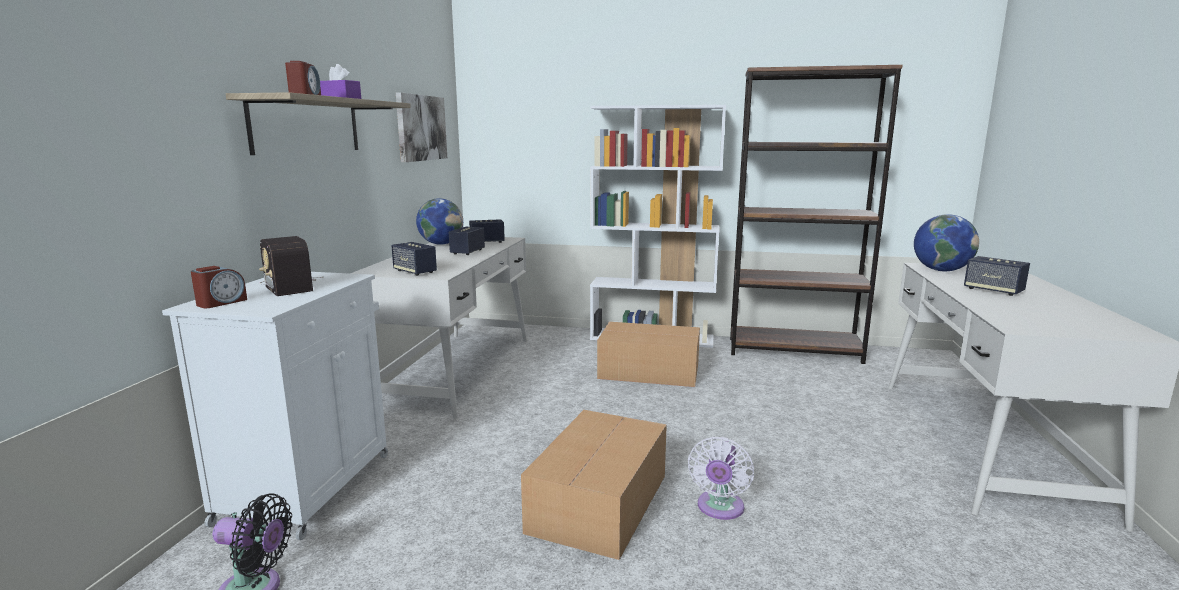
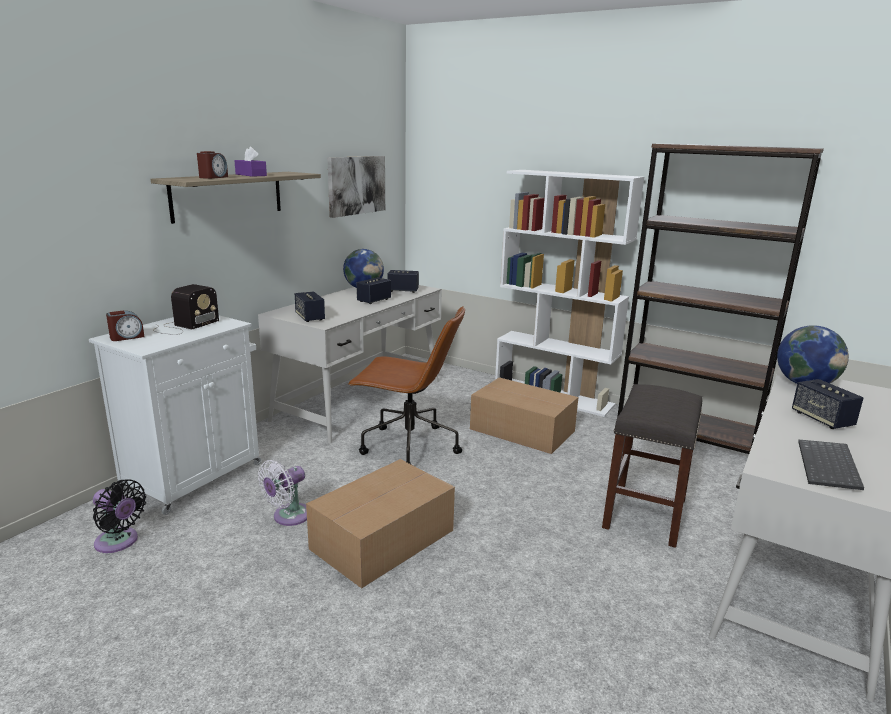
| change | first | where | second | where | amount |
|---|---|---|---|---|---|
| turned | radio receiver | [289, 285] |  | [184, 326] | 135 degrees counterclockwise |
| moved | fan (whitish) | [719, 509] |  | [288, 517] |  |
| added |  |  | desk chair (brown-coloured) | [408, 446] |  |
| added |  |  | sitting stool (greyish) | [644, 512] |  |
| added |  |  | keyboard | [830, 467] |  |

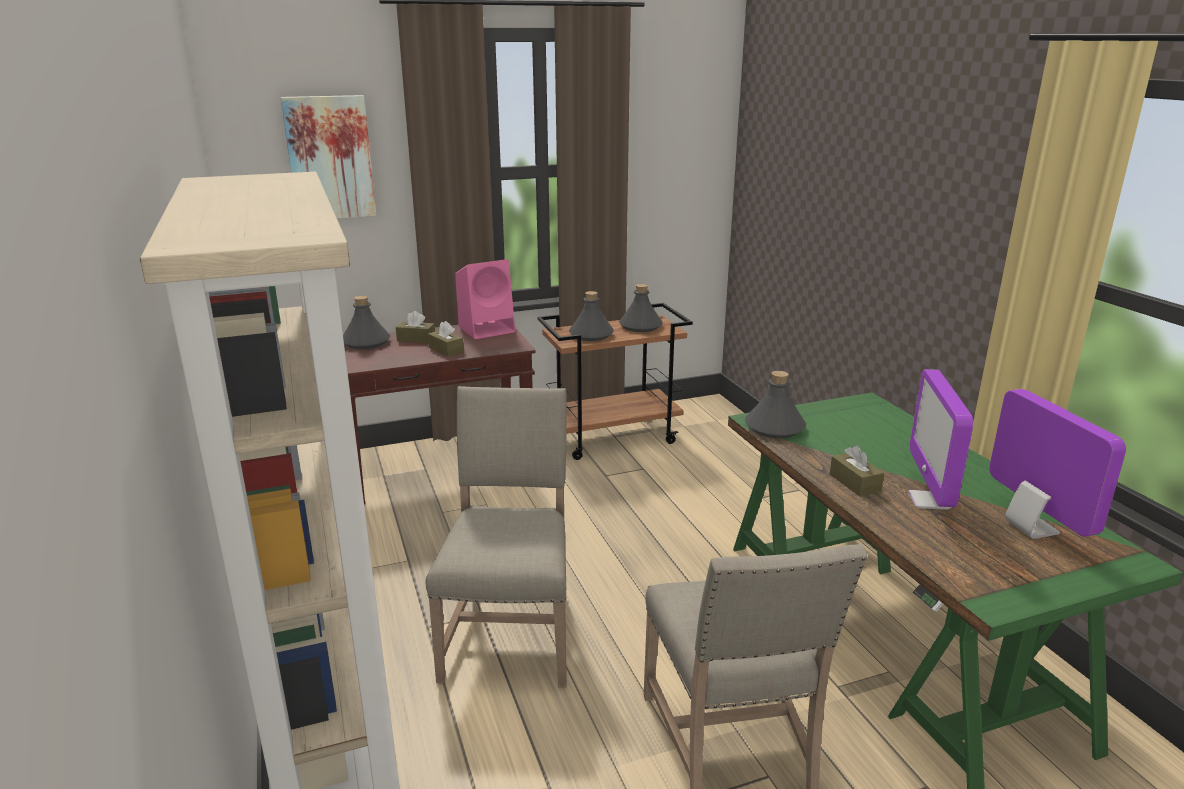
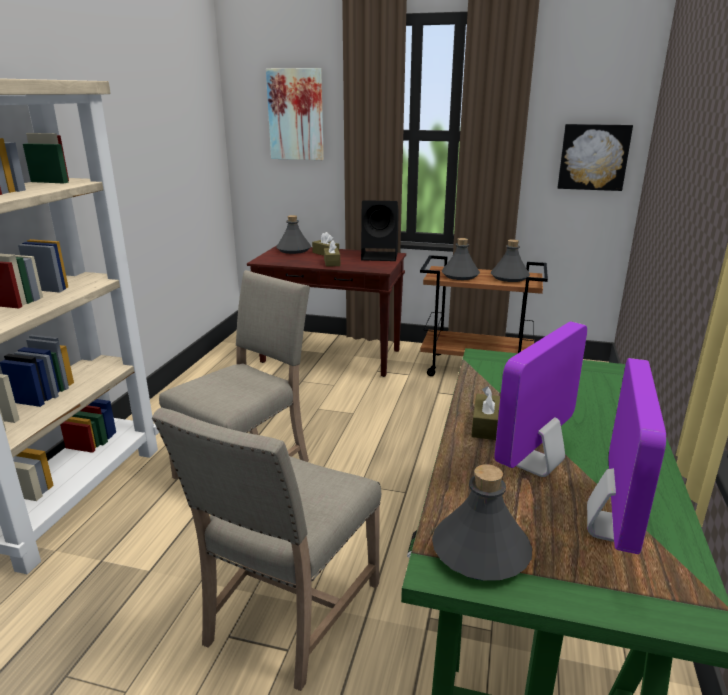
| change | first | where | second | where | amount |
|---|---|---|---|---|---|
| recoloured | speaker (pinkish) | [488, 329] | speaker (blackish) | [381, 256] |  |
| moved | drink bottle (greyish) | [775, 428] |  | [481, 552] |  |
| added |  |  | wall picture | [593, 157] |  |

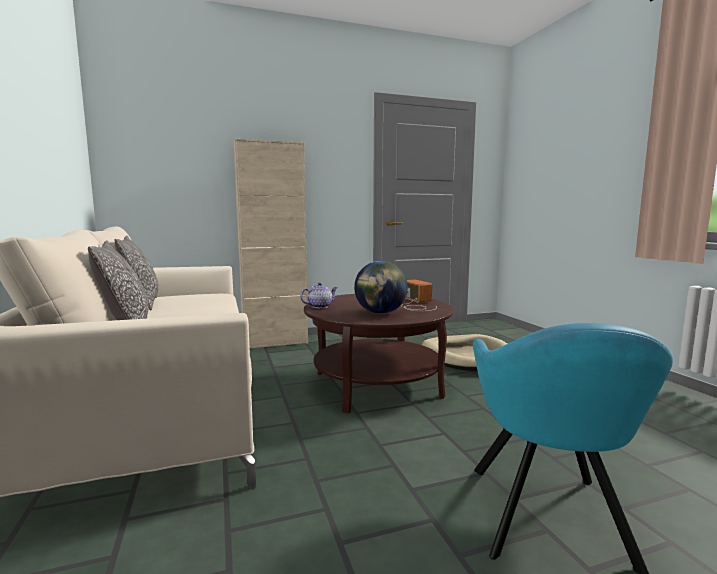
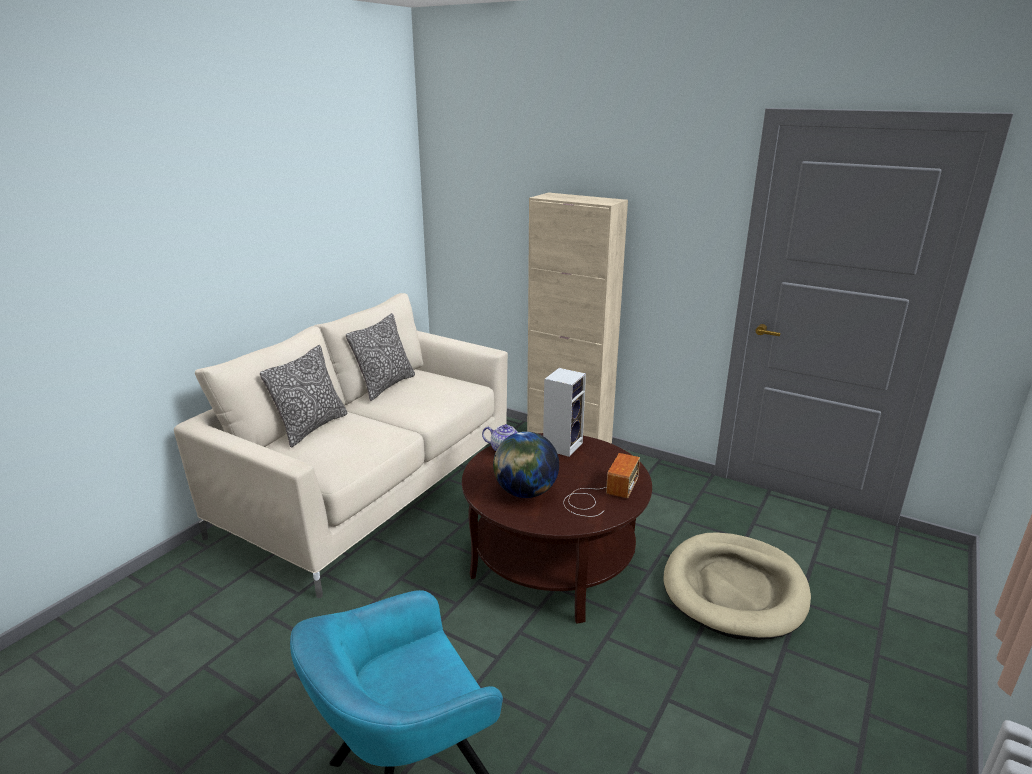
| change | first | where | second | where | amount |
|---|---|---|---|---|---|
| added |  |  | speaker | [562, 445] |  |

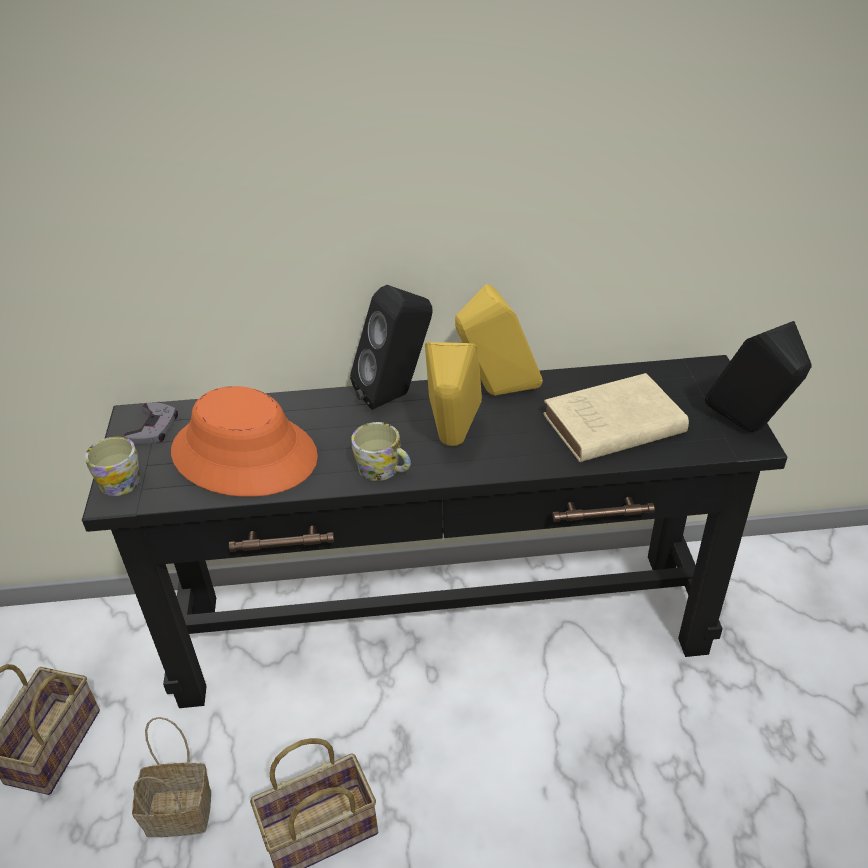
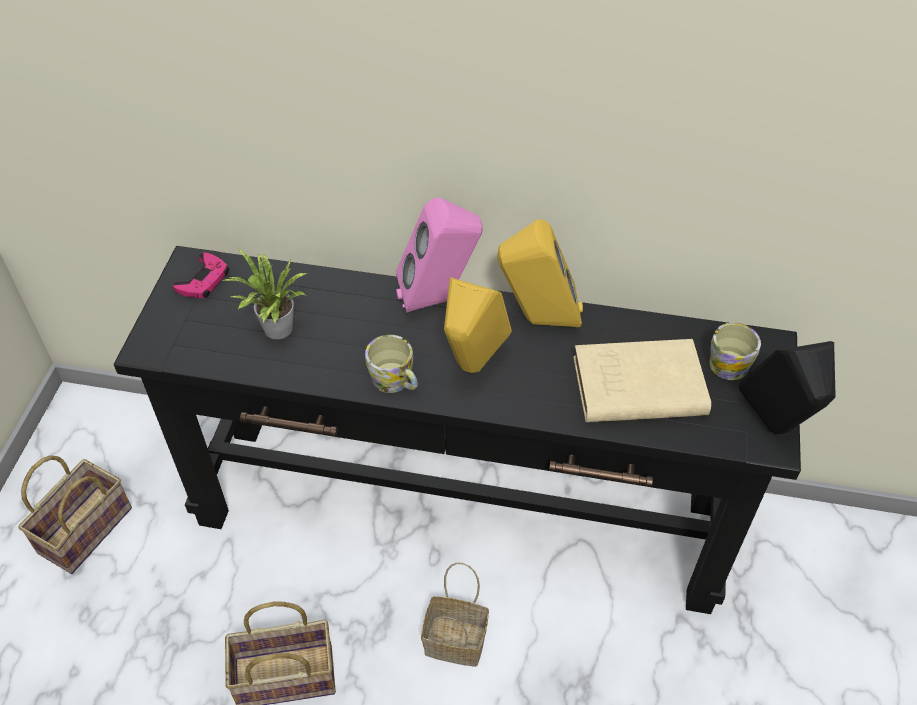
| change | first | where | second | where | amount |
|---|---|---|---|---|---|
| moved | coffee mug | [123, 478] |  | [730, 361] |  |
| recoloured | game controller (greyish) | [154, 428] | game controller (pinkish) | [203, 280] |  |
| moved | basket | [181, 811] |  | [457, 640] |  |
| replaced | hat (orange-coloured) | [245, 454] | plant in a pot | [275, 331] |  |
| recoloured | speaker (blackish) | [396, 395] | speaker (pinkish) | [439, 299] |  |

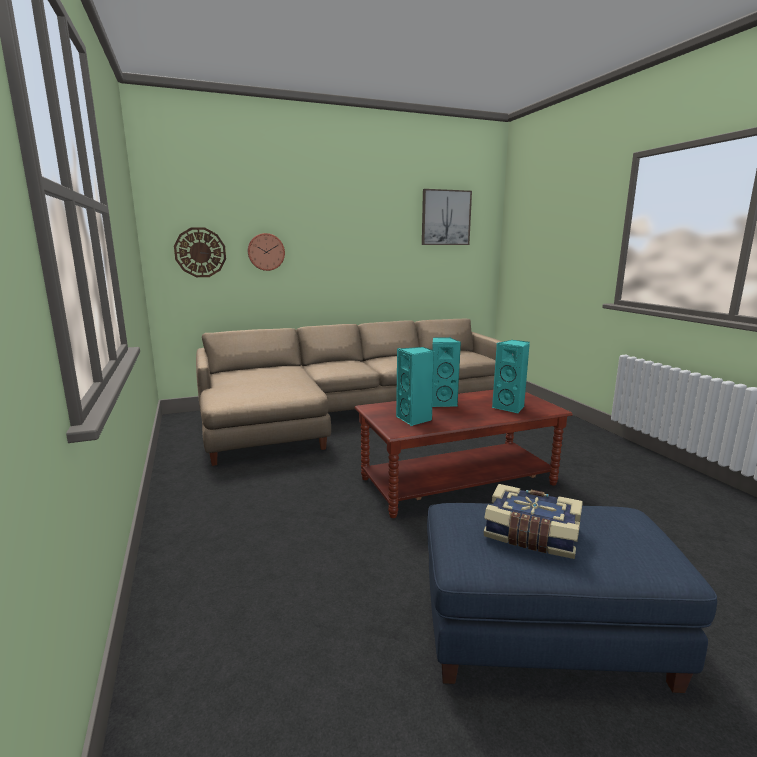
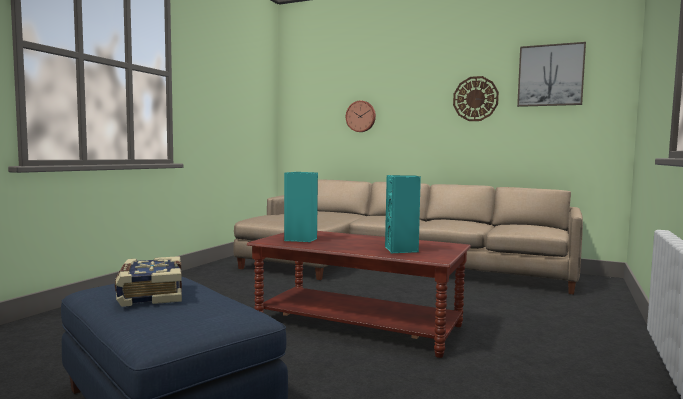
| change | first | where | second | where | amount |
|---|---|---|---|---|---|
| moved | clock on the wall | [200, 252] |  | [475, 99] |  |
| removed | speaker (turquoise) | [442, 403] |  |  |  |

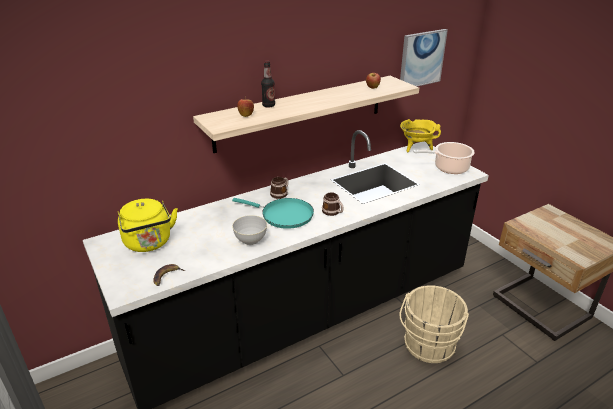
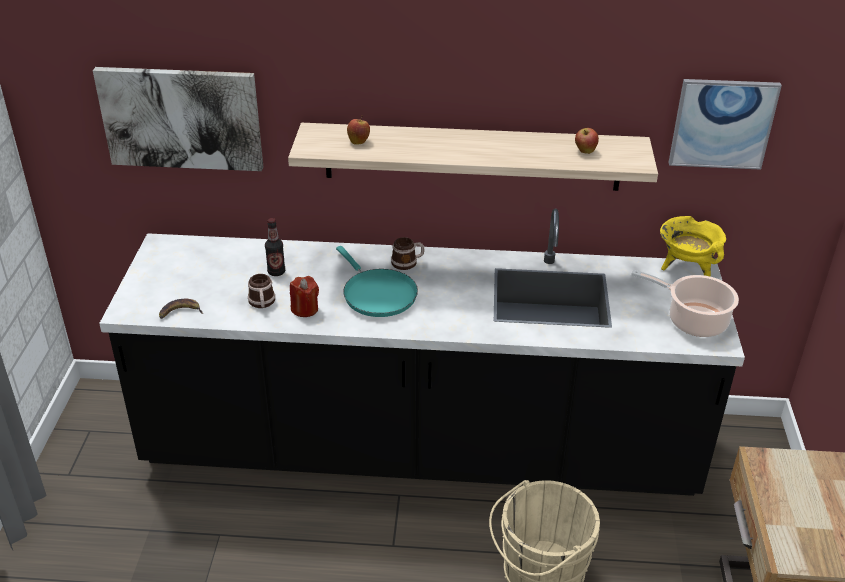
| change | first | where | second | where | amount |
|---|---|---|---|---|---|
| removed | tea kettle (yellowish) | [149, 243] |  |  |  |
| replaced | deep dish (greyish) | [250, 240] | wax candle (red-coloured) | [305, 309] |  |
| moved | drink bottle | [268, 105] |  | [276, 272] |  |
| moved | coffee mug | [333, 212] |  | [262, 303] |  |
| added |  |  | wall picture | [181, 118] |  |

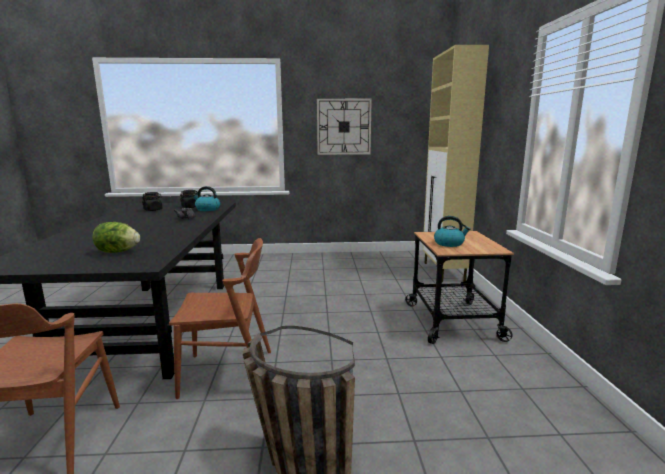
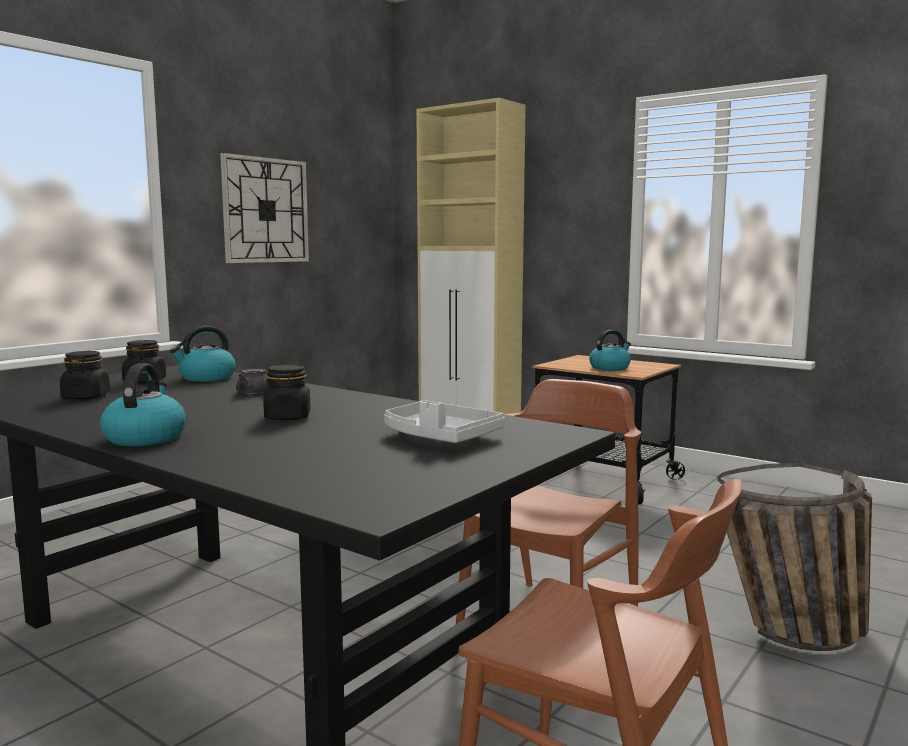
| change | first | where | second | where | amount |
|---|---|---|---|---|---|
| replaced | lettuce | [117, 252] | serving tray (greyish) | [440, 437] |  |
| added |  |  | tea kettle | [145, 438] |  |
| added |  |  | jar (blackish) | [288, 417] |  |

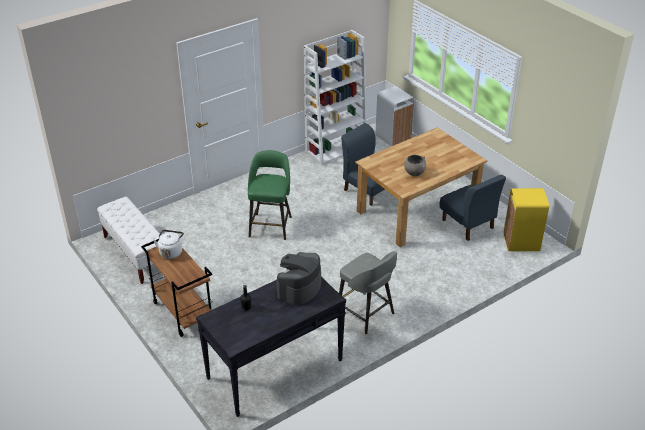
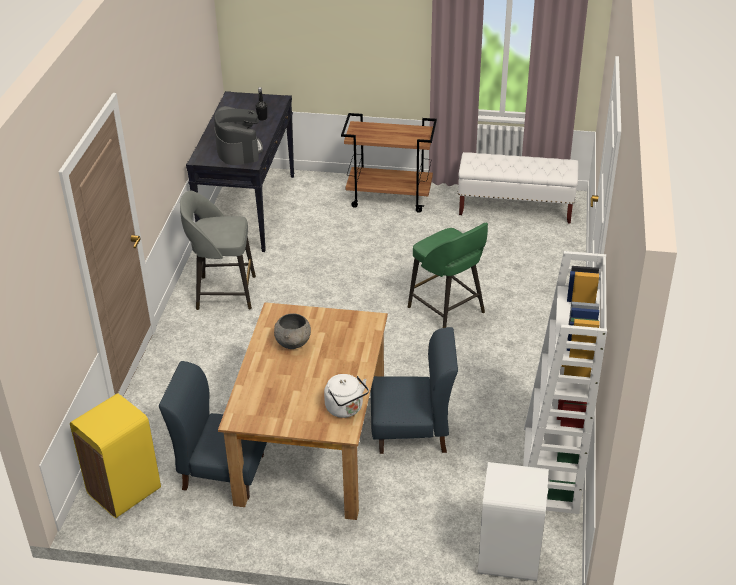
| change | first | where | second | where | amount |
|---|---|---|---|---|---|
| moved | tea kettle (whitish) | [171, 251] |  | [346, 409] |  |

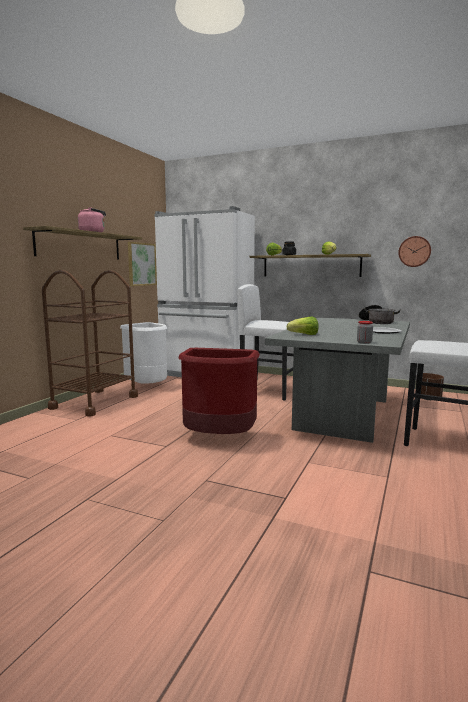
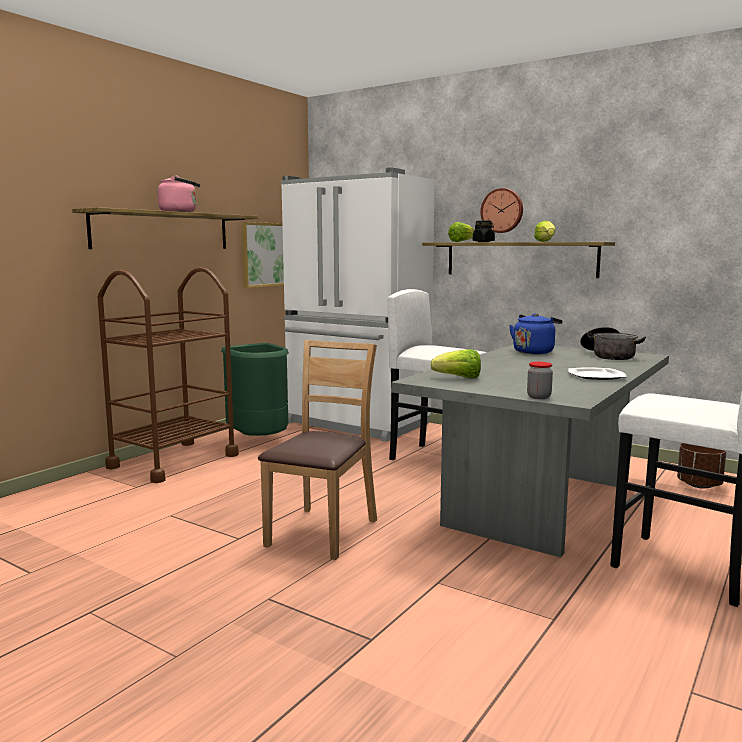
| change | first | where | second | where | amount |
|---|---|---|---|---|---|
| recoloured | trash can (whitish) | [147, 387] | trash can (greenish) | [260, 440] |  |
| replaced | trash can (red-coloured) | [219, 438] | upright chair (brown-coloured) | [322, 532] |  |
| moved | clock on the wall | [414, 251] |  | [502, 210] |  |
| added |  |  | tea kettle (blue-coloured) | [534, 352] |  |

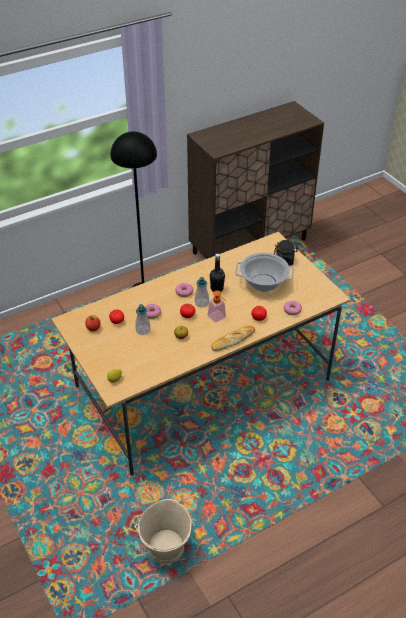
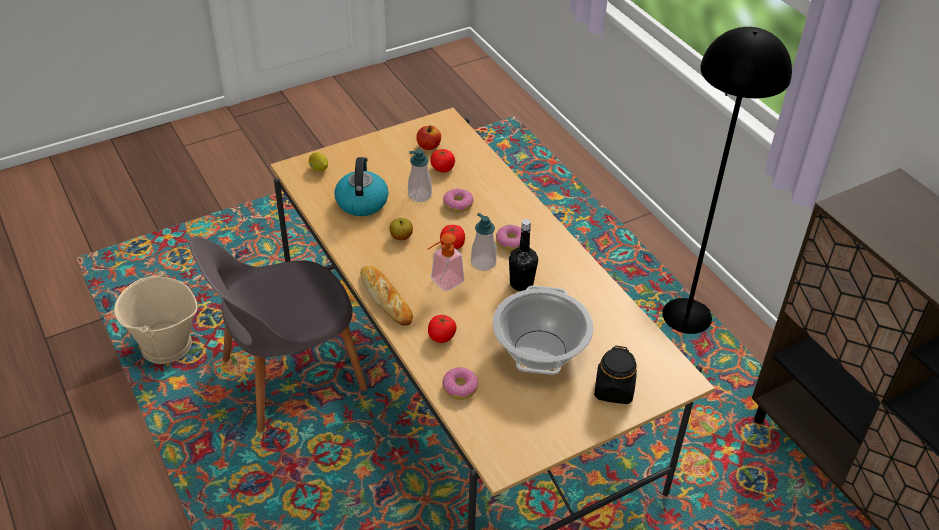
| change | first | where | second | where | amount |
|---|---|---|---|---|---|
| added |  |  | upright chair (greyish) | [289, 376] |  |
| added |  |  | tea kettle | [361, 201] |  |

